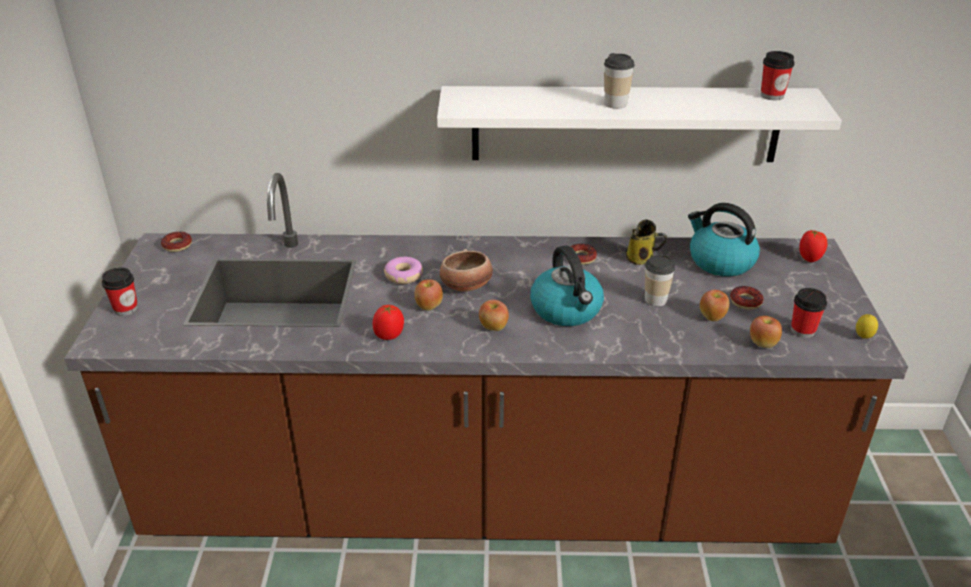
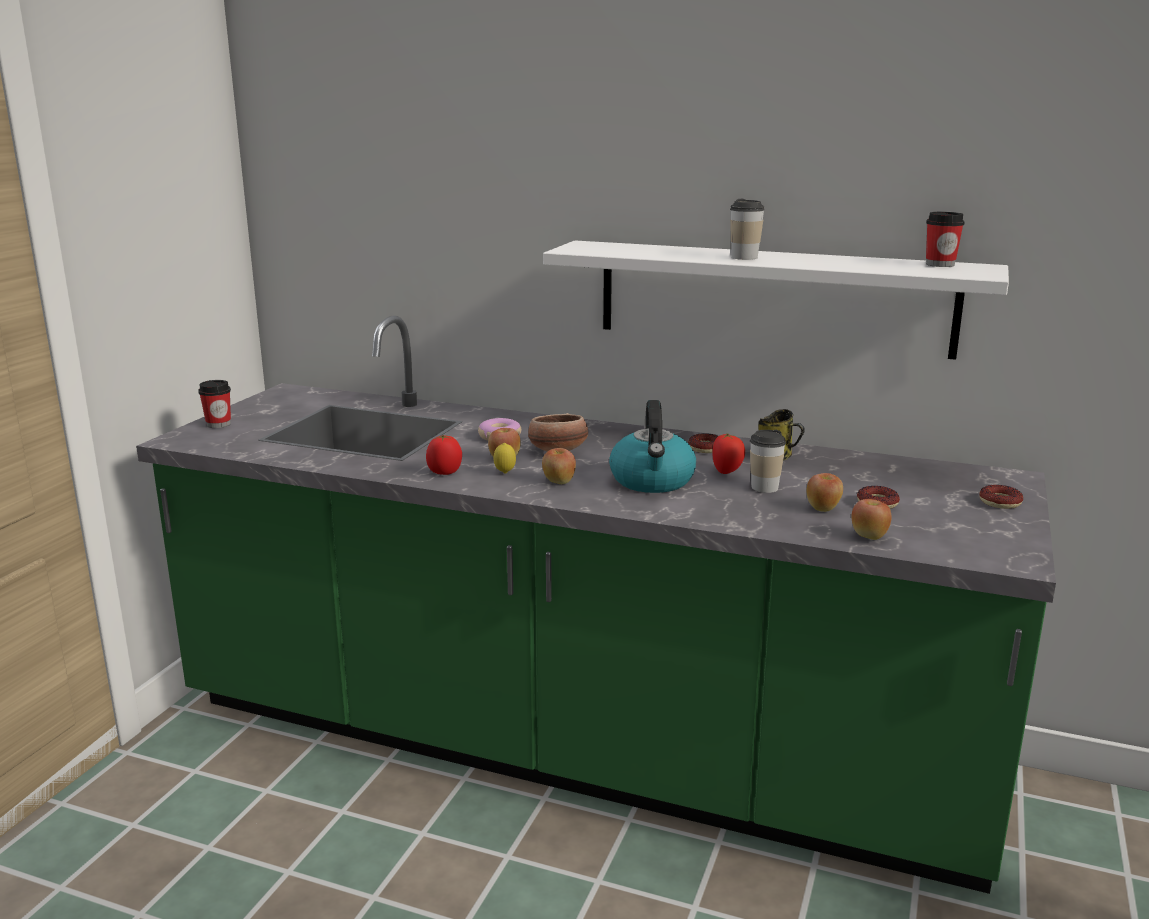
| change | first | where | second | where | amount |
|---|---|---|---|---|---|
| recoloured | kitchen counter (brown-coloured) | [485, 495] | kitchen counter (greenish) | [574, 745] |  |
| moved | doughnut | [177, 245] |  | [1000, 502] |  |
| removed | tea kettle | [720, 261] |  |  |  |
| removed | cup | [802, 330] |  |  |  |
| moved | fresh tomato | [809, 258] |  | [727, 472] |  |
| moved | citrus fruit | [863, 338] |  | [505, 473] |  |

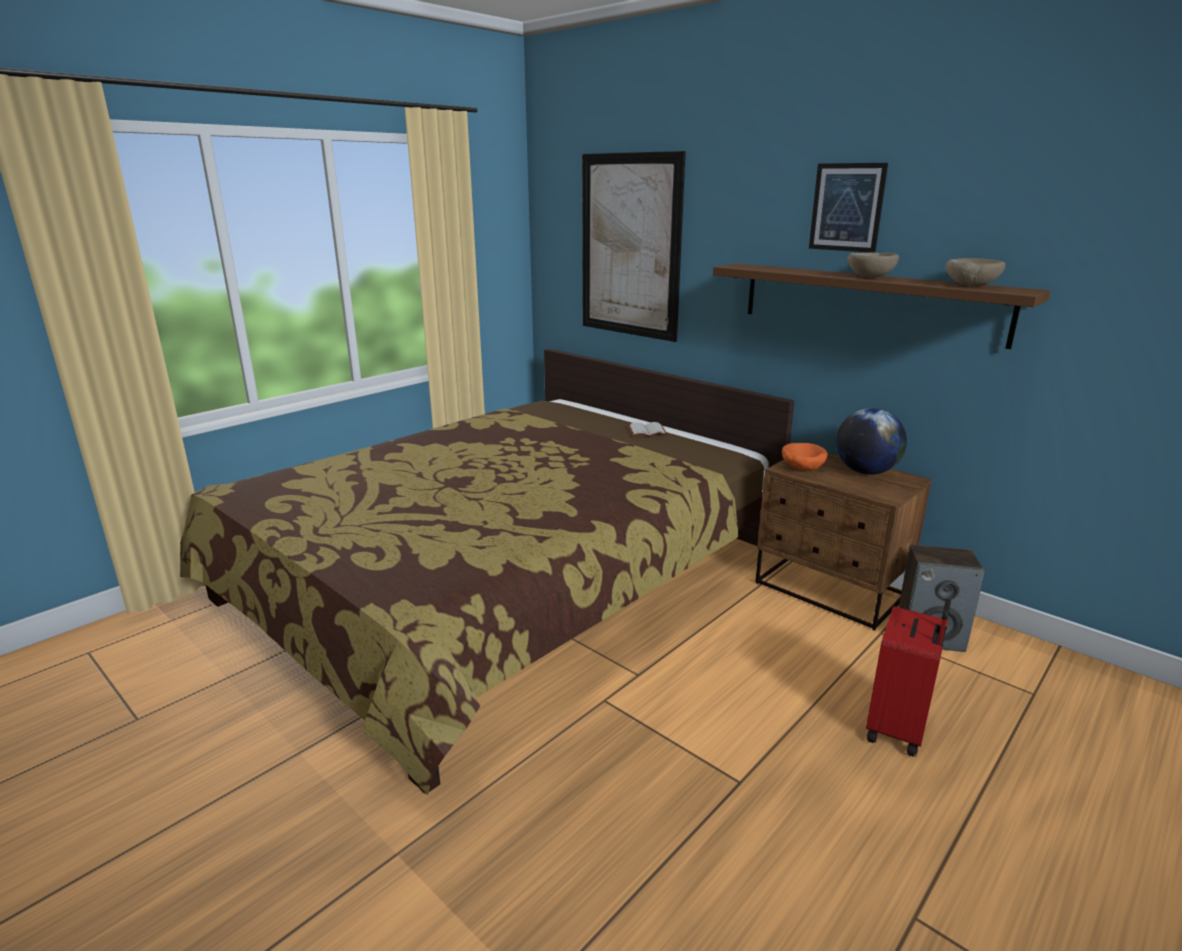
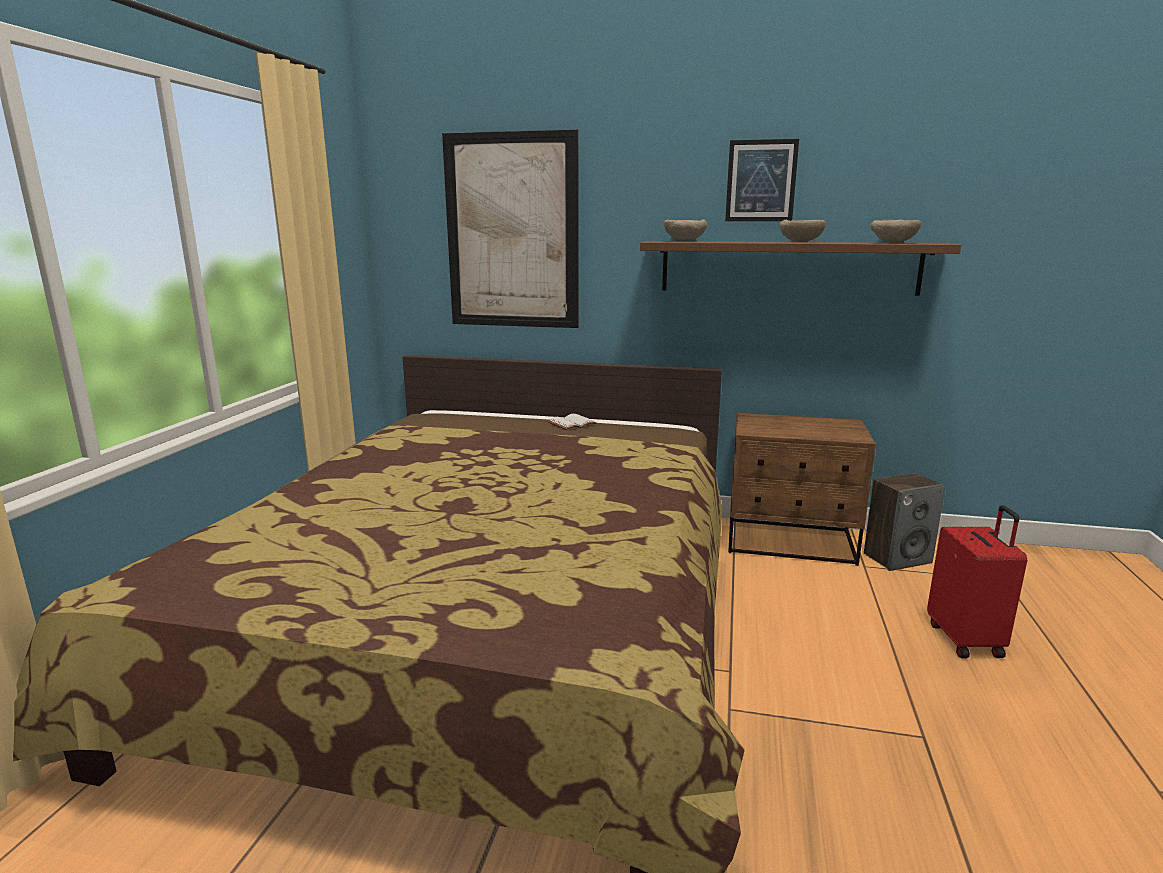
| change | first | where | second | where | amount |
|---|---|---|---|---|---|
| removed | deep dish (orange-coloured) | [801, 469] |  |  |  |
| removed | world globe | [865, 472] |  |  |  |
| added |  |  | deep dish (sand-coloured) | [684, 241] |  |

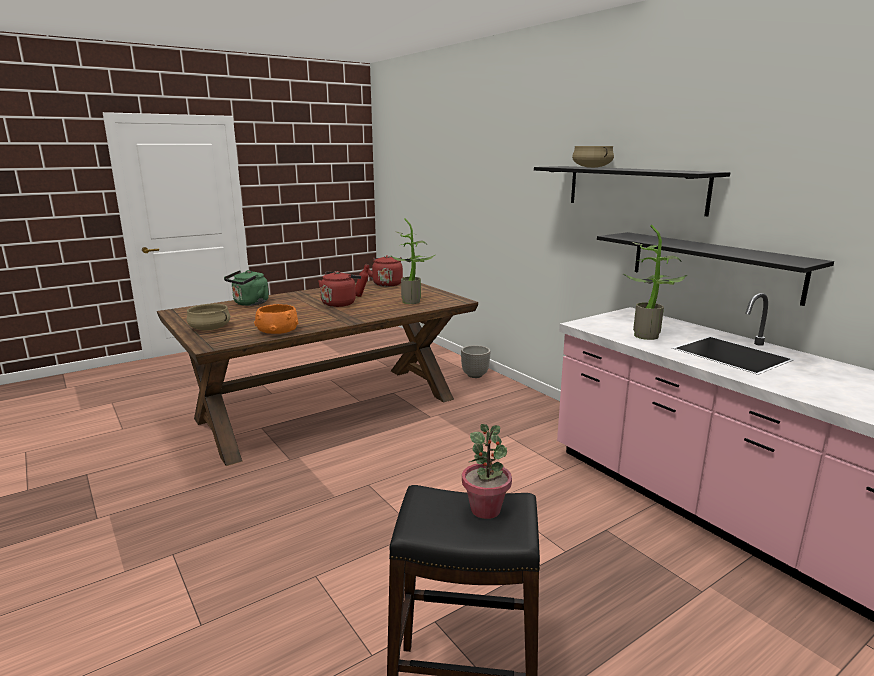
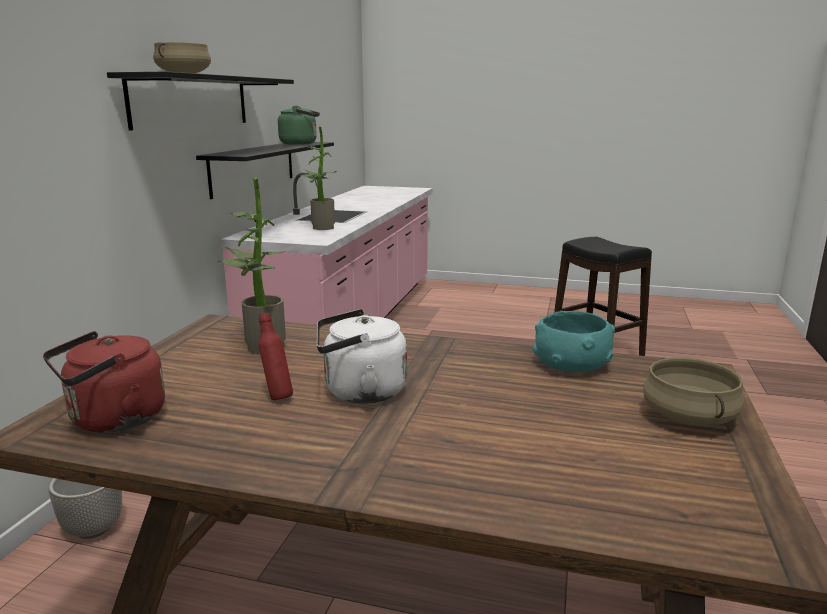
| change | first | where | second | where | amount |
|---|---|---|---|---|---|
| moved | tea kettle (greenish) | [249, 303] |  | [301, 143] |  |
| recoloured | deep dish (orange-coloured) | [277, 331] | deep dish (turquoise) | [572, 363] |  |
| recoloured | tea kettle (red-coloured) | [340, 303] | tea kettle (whitish) | [360, 392] |  |
| removed | plant in a pot | [486, 509] |  |  |  |

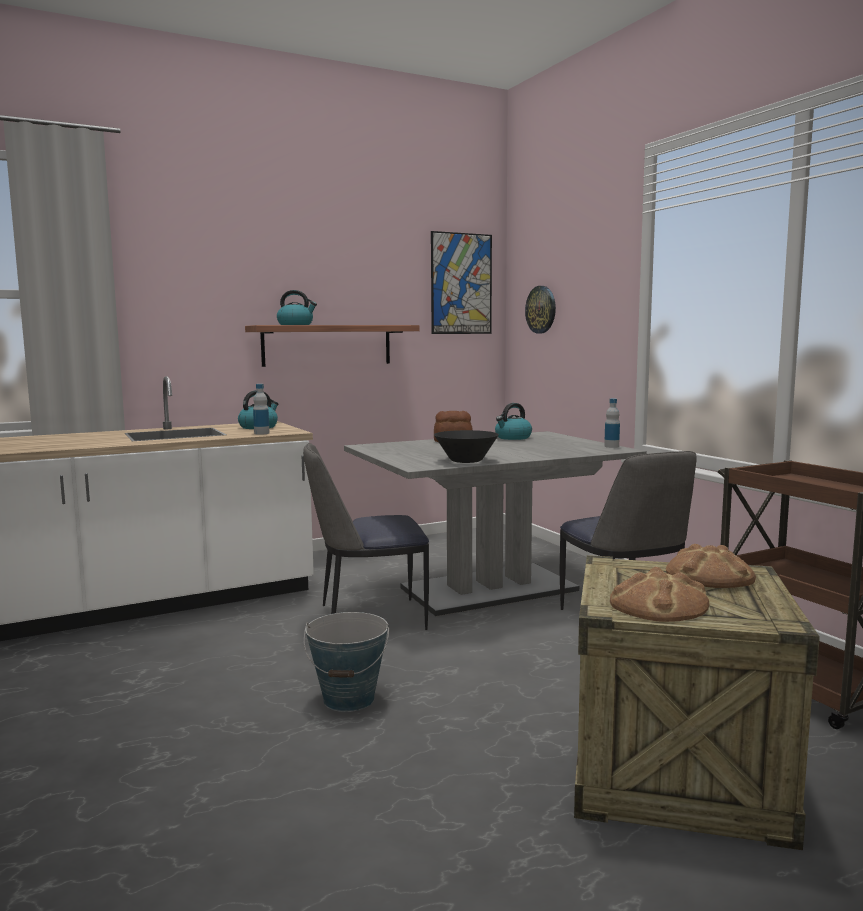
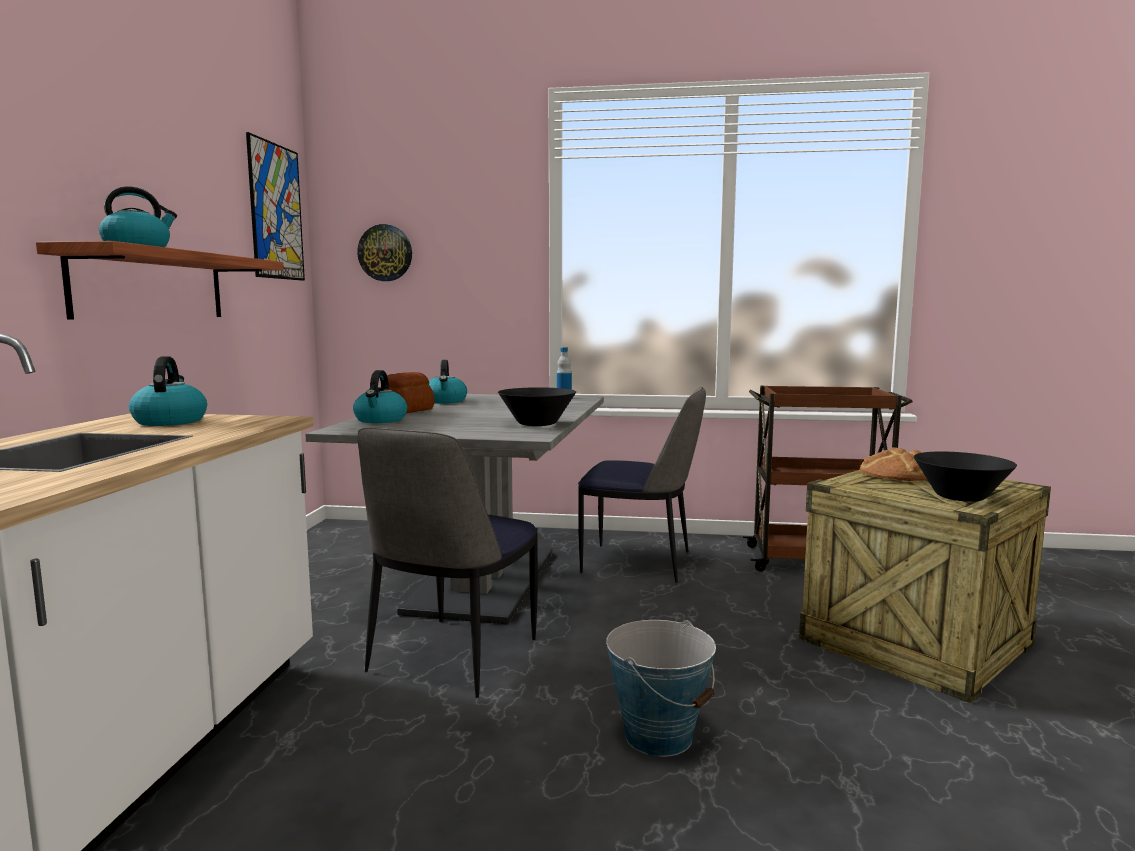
| change | first | where | second | where | amount |
|---|---|---|---|---|---|
| removed | drink bottle | [261, 433] |  |  |  |
| replaced | baked bread | [658, 604] | deep dish (blackish) | [960, 497] |  |
| added |  |  | tea kettle | [380, 420] |  |

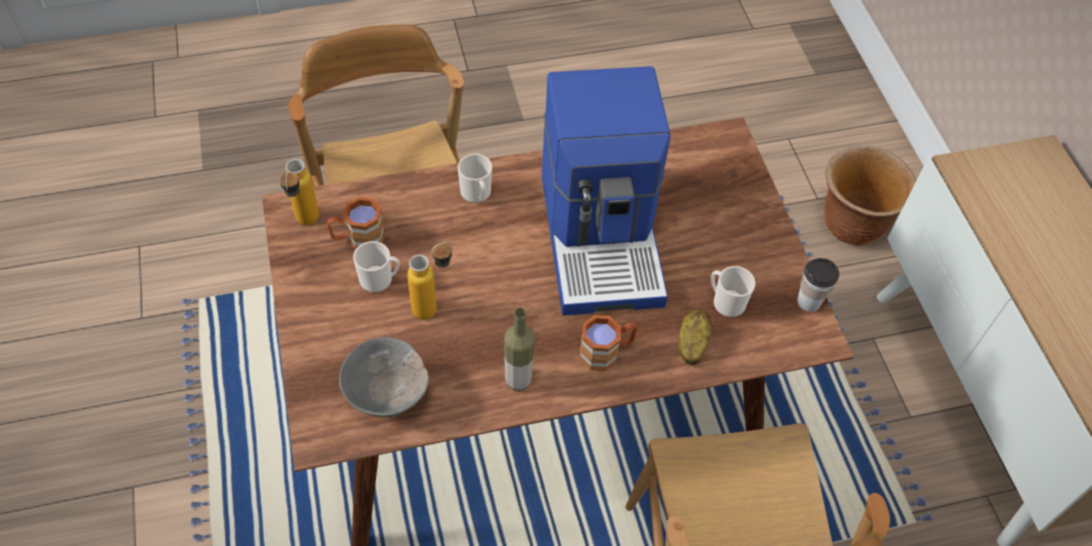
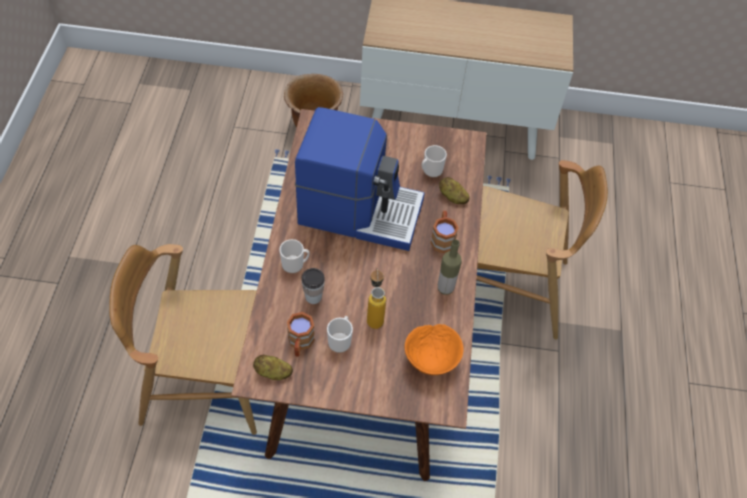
| change | first | where | second | where | amount |
|---|---|---|---|---|---|
| replaced | drink bottle | [305, 224] | spud | [273, 373] |  |
| recoloured | deep dish (greyish) | [388, 395] | deep dish (orange-coloured) | [431, 360] |  |
| moved | cup | [808, 301] |  | [313, 297] |  |

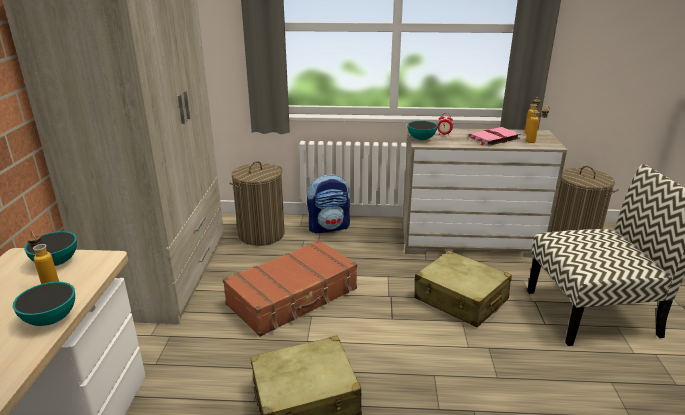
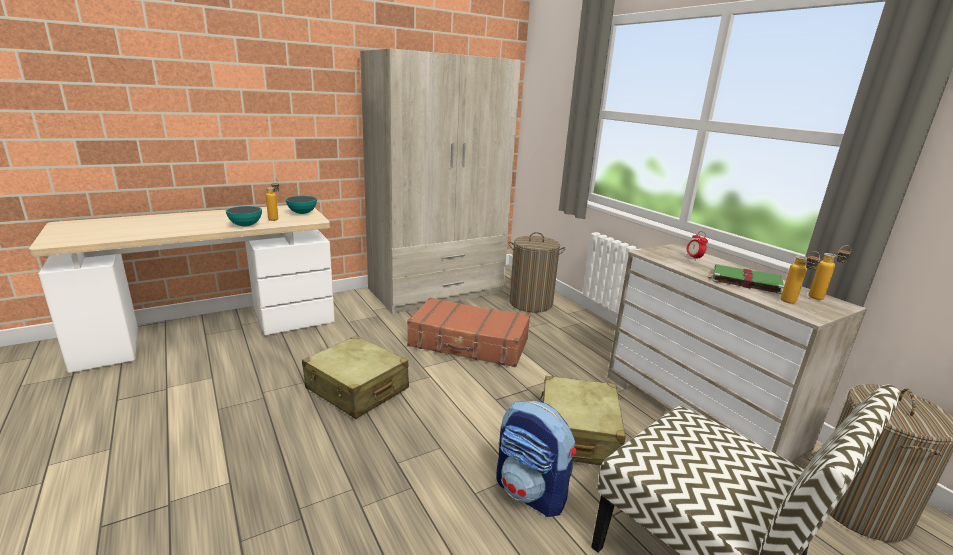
| change | first | where | second | where | amount |
|---|---|---|---|---|---|
| moved | rucksack | [329, 227] |  | [531, 492] |  |
| removed | deep dish | [421, 139] |  |  |  |
| recoloured | book (pinkish) | [493, 138] | book (greenish) | [744, 281] |  |

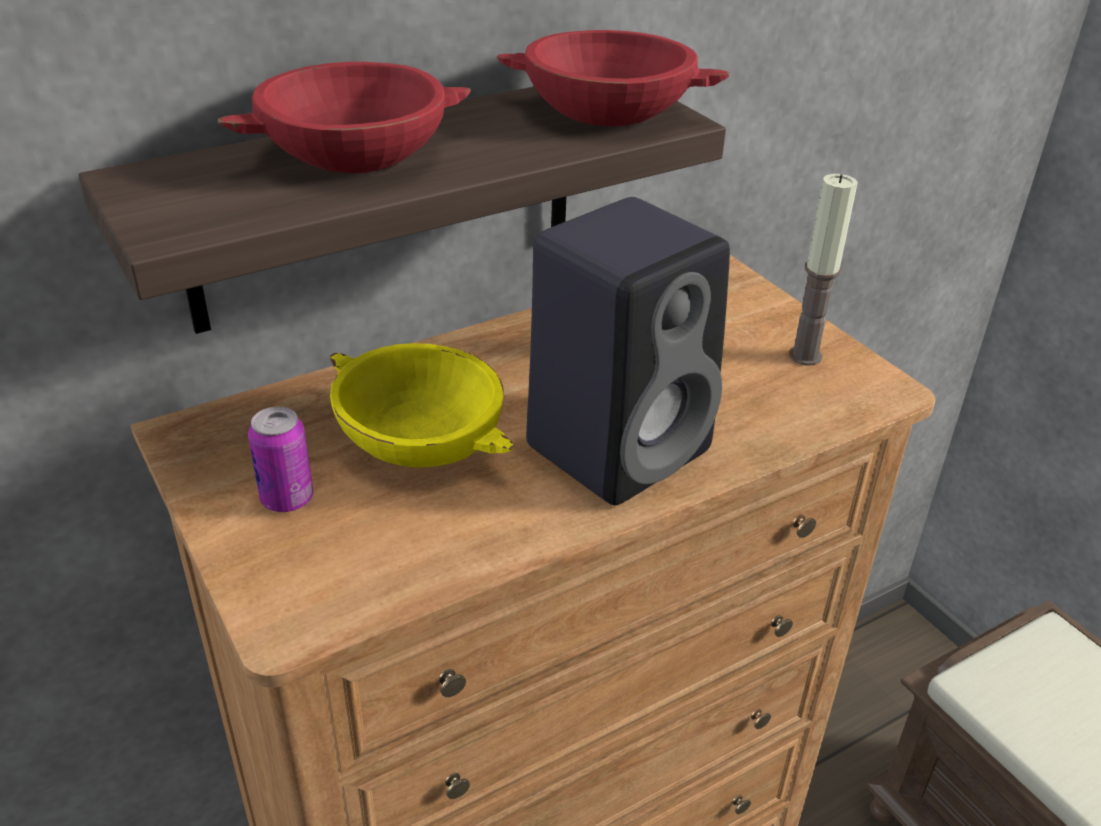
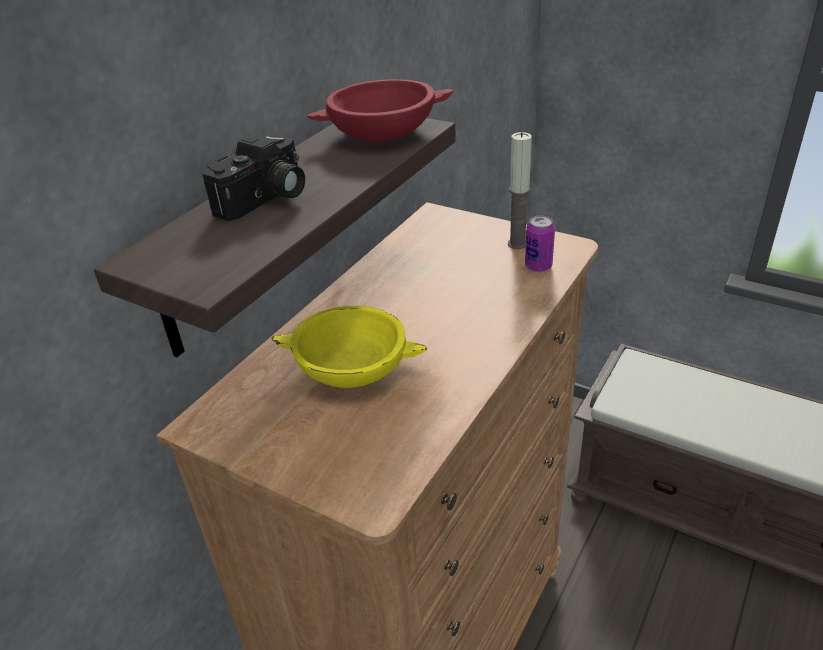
| change | first | where | second | where | amount |
|---|---|---|---|---|---|
| replaced | deep dish (red-coloured) | [355, 154] | still camera | [266, 200] |  |
| moved | sealed can | [287, 499] |  | [538, 266] |  |
| removed | speaker (blackish) | [621, 445] |  |  |  |

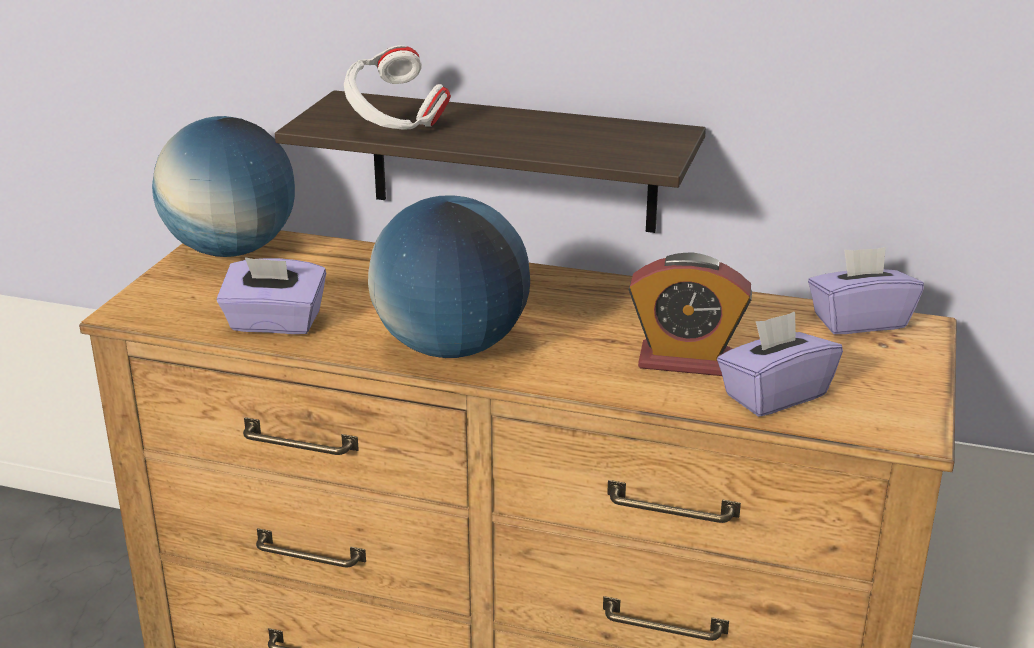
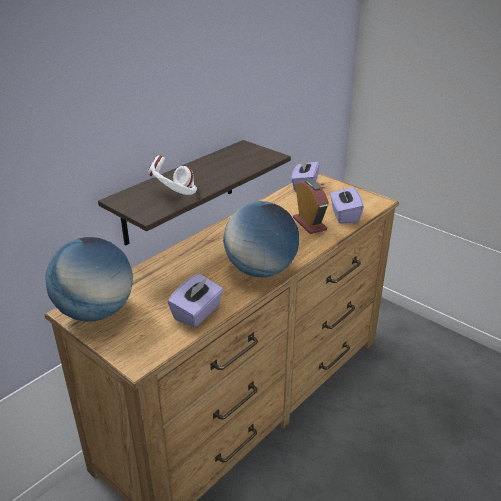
| change | first | where | second | where | amount |
|---|---|---|---|---|---|
| turned | alarm clock | [685, 361] |  | [309, 224] | 60 degrees counterclockwise |

